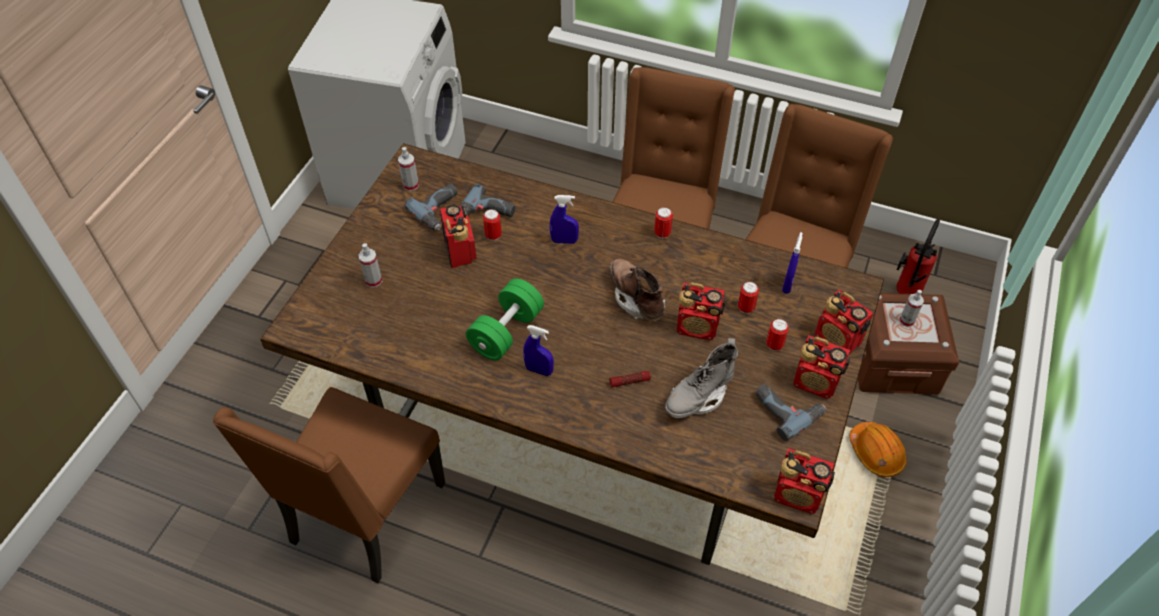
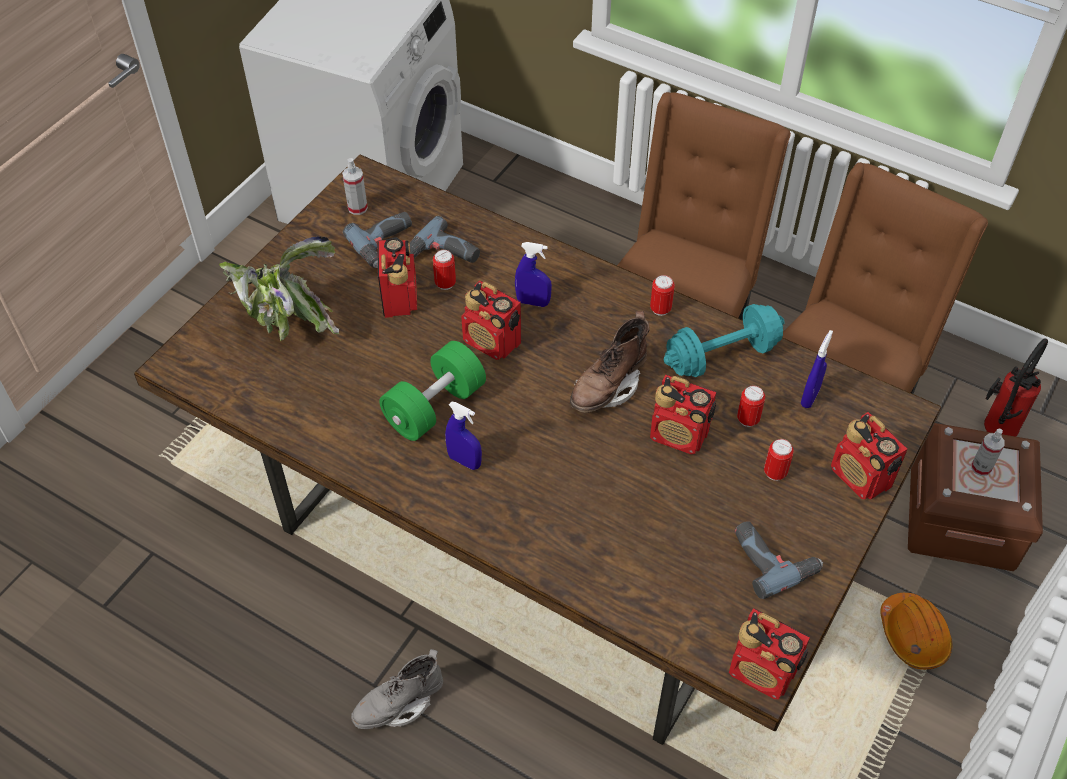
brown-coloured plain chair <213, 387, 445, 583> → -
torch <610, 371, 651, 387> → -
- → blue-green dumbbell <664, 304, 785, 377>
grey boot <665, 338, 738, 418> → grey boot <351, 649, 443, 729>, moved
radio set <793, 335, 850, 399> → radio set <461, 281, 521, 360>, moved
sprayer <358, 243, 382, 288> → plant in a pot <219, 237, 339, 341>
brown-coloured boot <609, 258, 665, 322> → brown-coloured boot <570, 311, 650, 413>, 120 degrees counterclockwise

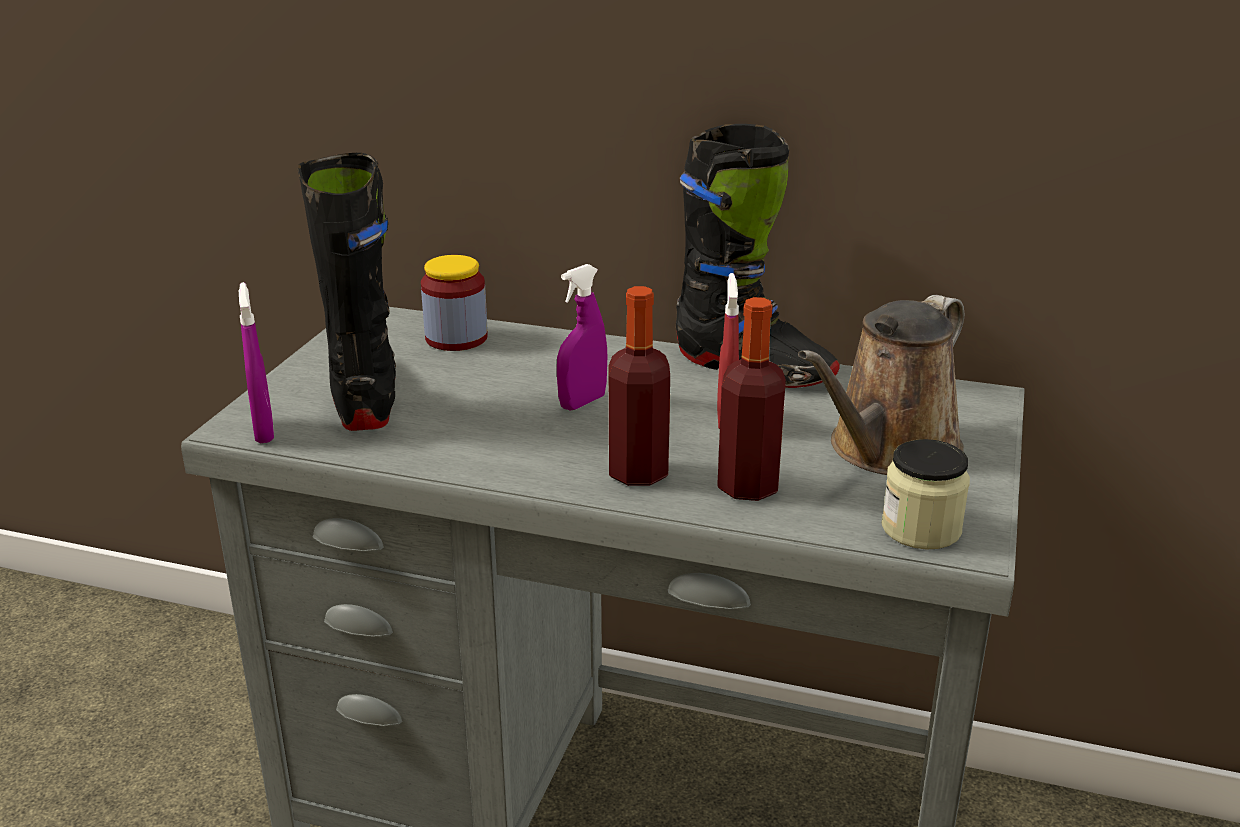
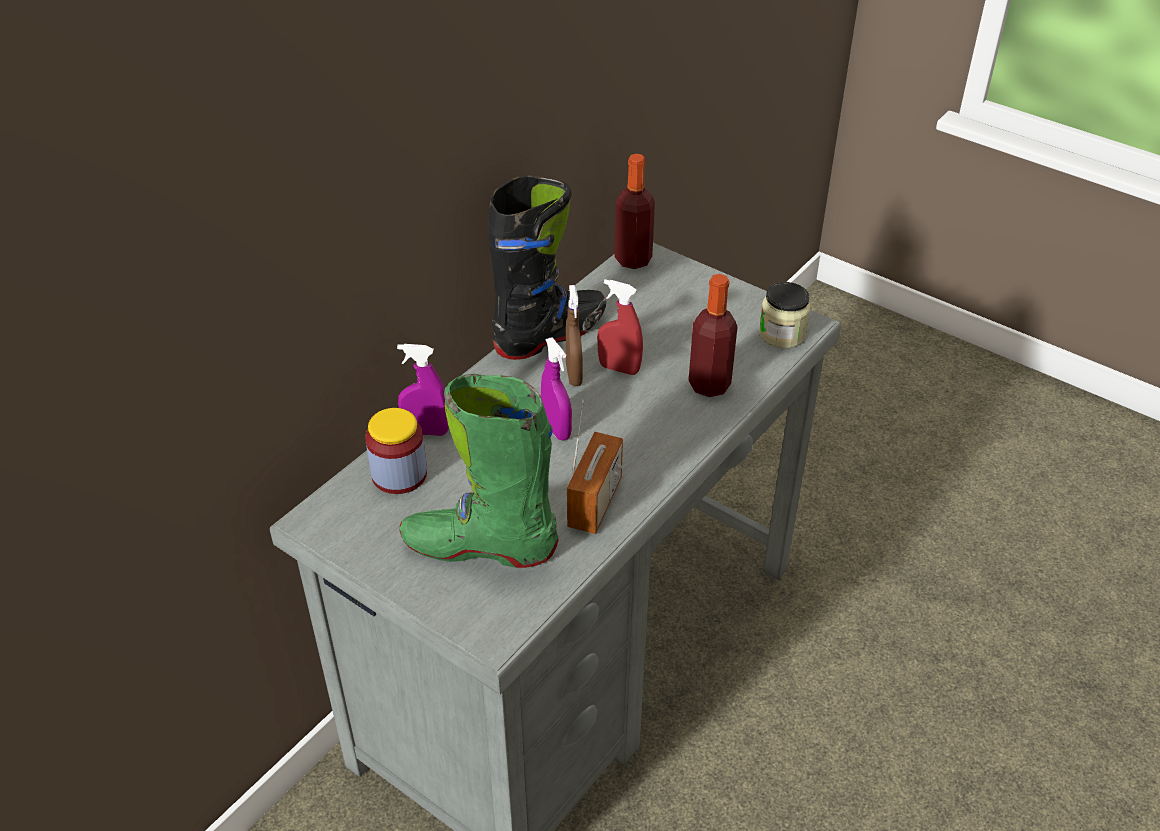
brown-coloured watering can <798, 295, 964, 475> → -
- → brown-coloured sprayer <566, 285, 583, 386>
- → radio set <567, 400, 623, 534>
purplish sprayer <239, 282, 274, 443> → purplish sprayer <397, 344, 449, 436>, moved
drink bottle <609, 286, 670, 486> → drink bottle <614, 154, 655, 269>, moved
black boot <298, 153, 396, 431> → green boot <399, 374, 559, 568>

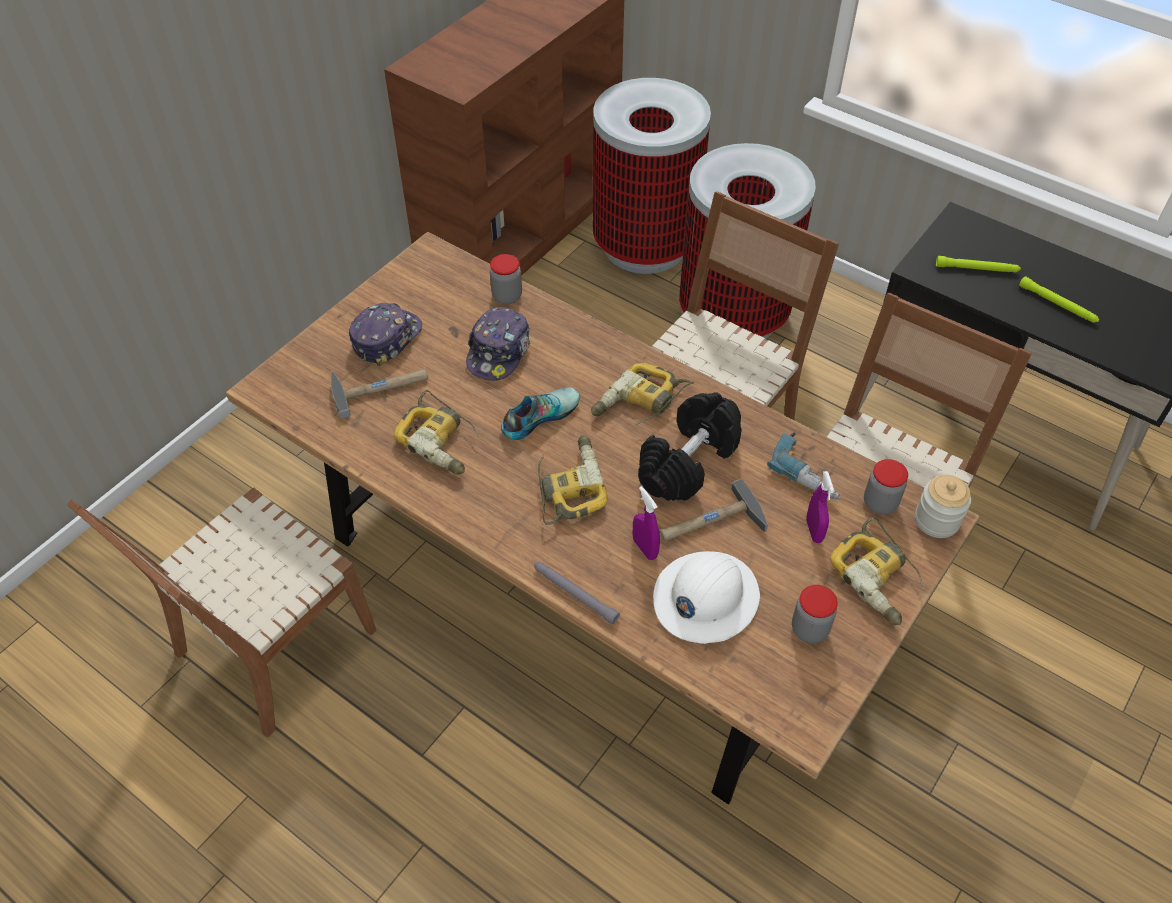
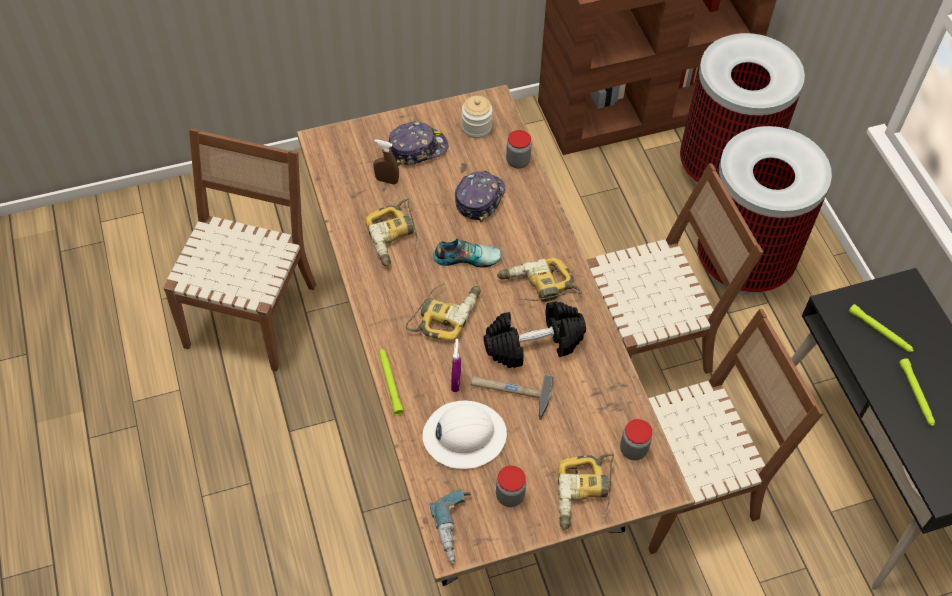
purplish sprayer <806, 471, 834, 543> → -
power drill <767, 432, 841, 500> → power drill <430, 489, 471, 564>, moved
preserve jar <915, 475, 971, 538> → preserve jar <462, 96, 492, 138>, moved
tool hammer <331, 369, 428, 419> → brown-coloured sprayer <373, 139, 399, 184>
grey torch <534, 562, 620, 624> → green torch <379, 349, 404, 415>
plain chair <67, 488, 377, 738> → plain chair <164, 128, 316, 371>, 120 degrees clockwise
baseball cap <466, 307, 530, 381> → baseball cap <455, 171, 505, 222>, 150 degrees clockwise

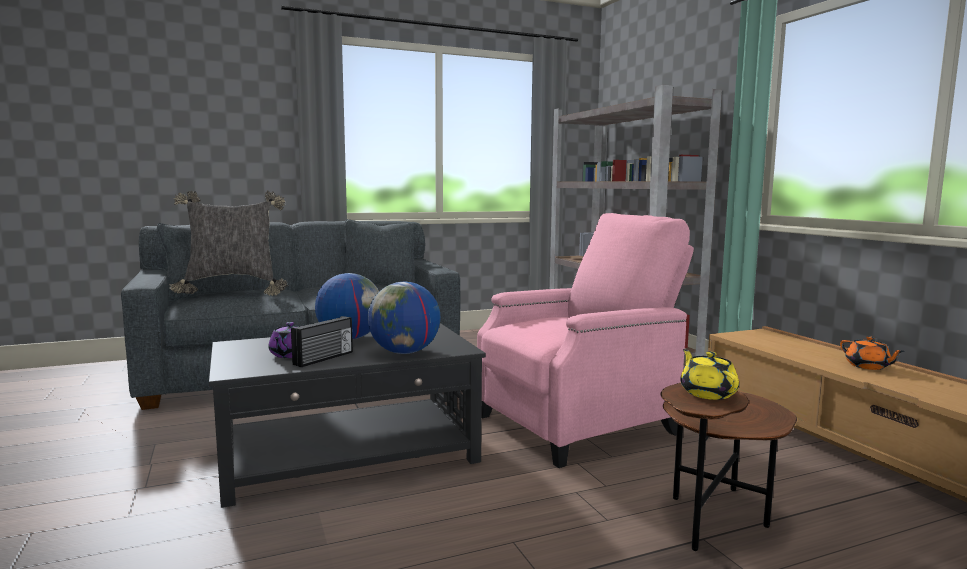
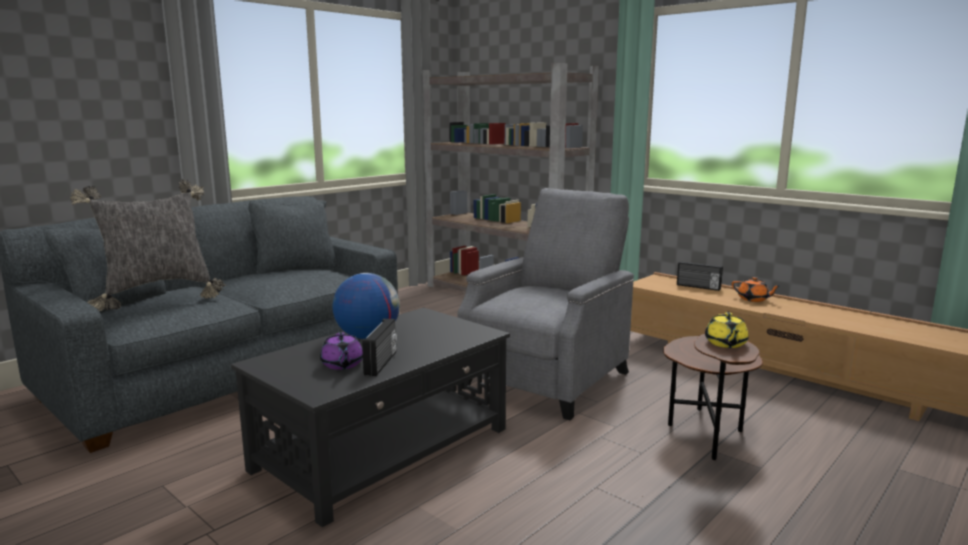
globe <368, 282, 440, 354> → -
- → radio set <677, 261, 723, 291>
pink-coloured easy chair <477, 213, 694, 468> → grey easy chair <457, 188, 634, 420>
yellowish pot for tea <680, 349, 739, 400> → yellowish pot for tea <705, 312, 749, 348>, 135 degrees counterclockwise

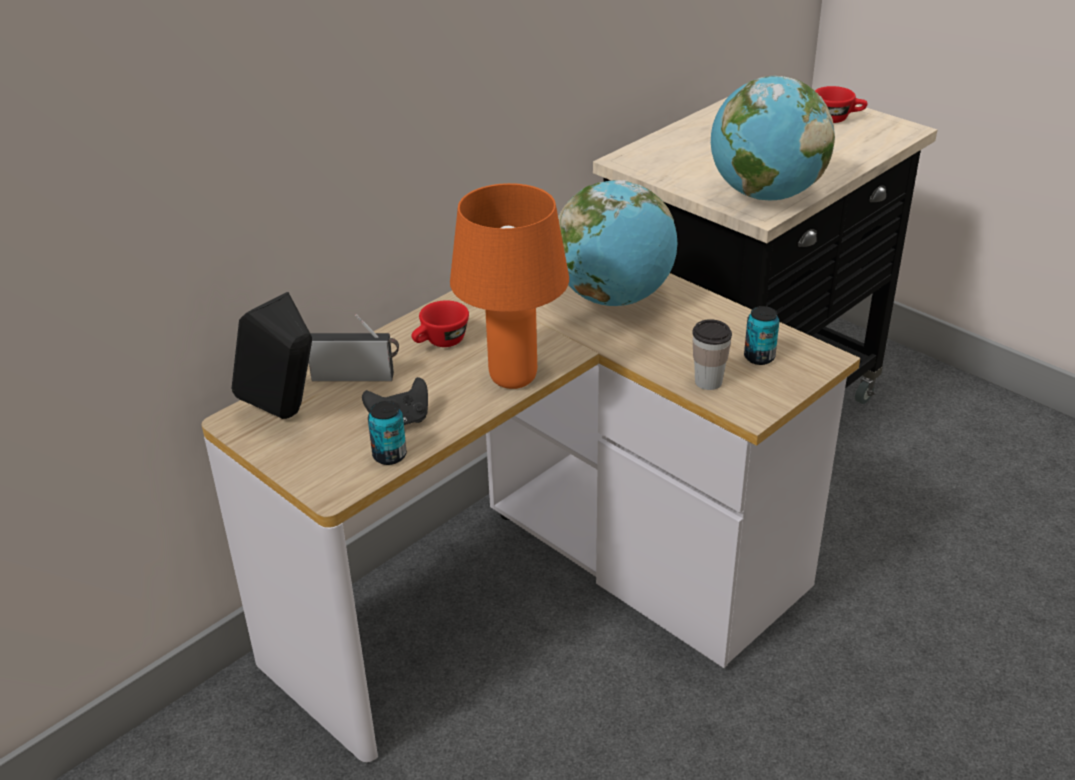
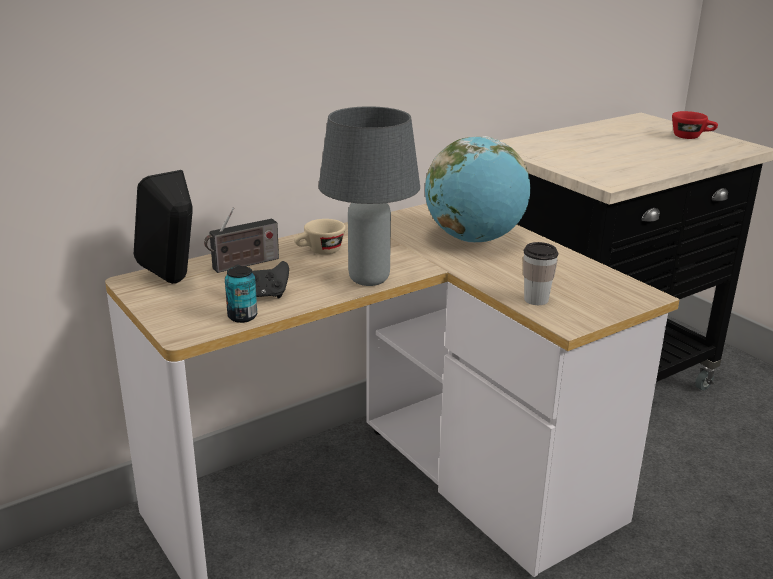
globe <711, 76, 835, 200> → -
metal can <744, 306, 779, 365> → -
red drinking cup <411, 300, 469, 347> → sand-coloured drinking cup <294, 219, 346, 255>
orange-coloured tabletop lamp <450, 183, 569, 389> → grey tabletop lamp <318, 106, 420, 286>
radio set <309, 314, 399, 381> → radio set <204, 207, 279, 273>, 135 degrees clockwise

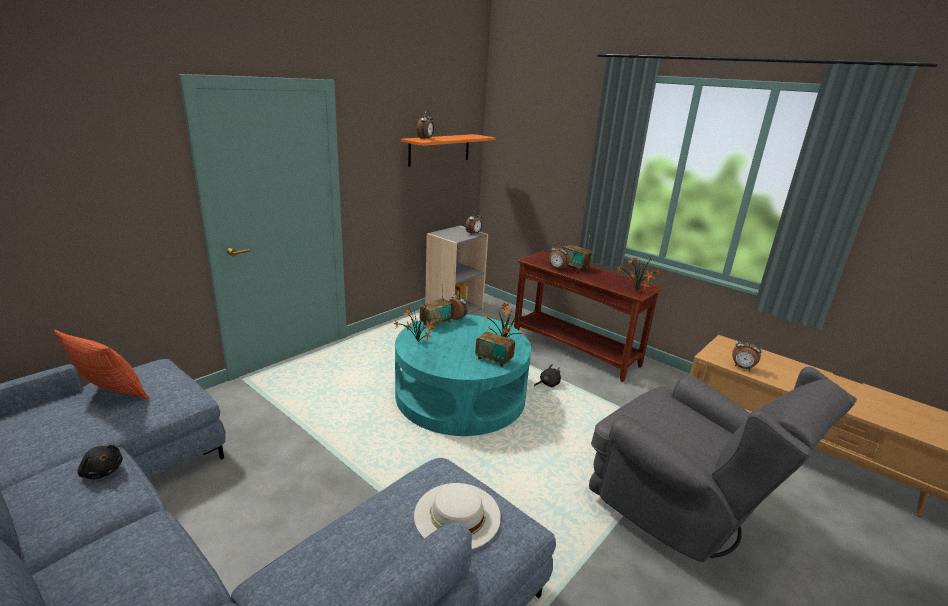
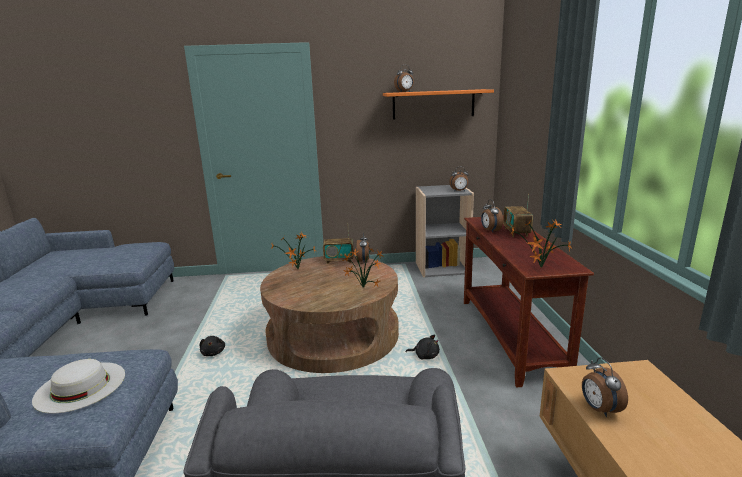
orange-coloured throw pillow <54, 330, 150, 400> → -
radio set <475, 322, 515, 367> → -
black cuddly toy <77, 445, 123, 479> → black cuddly toy <199, 336, 225, 356>, moved
blue-green coffee table <395, 314, 531, 436> → brown-coloured coffee table <260, 256, 399, 373>

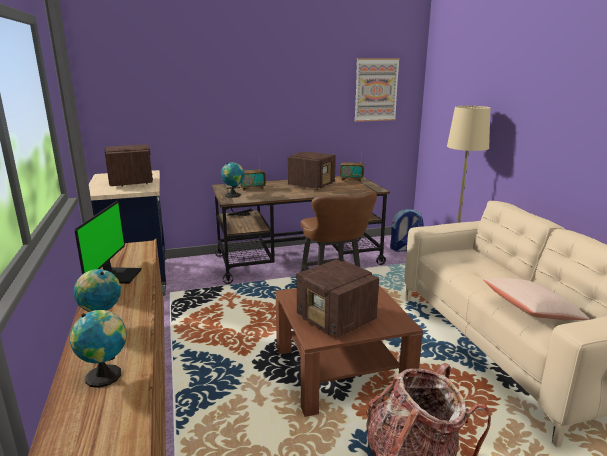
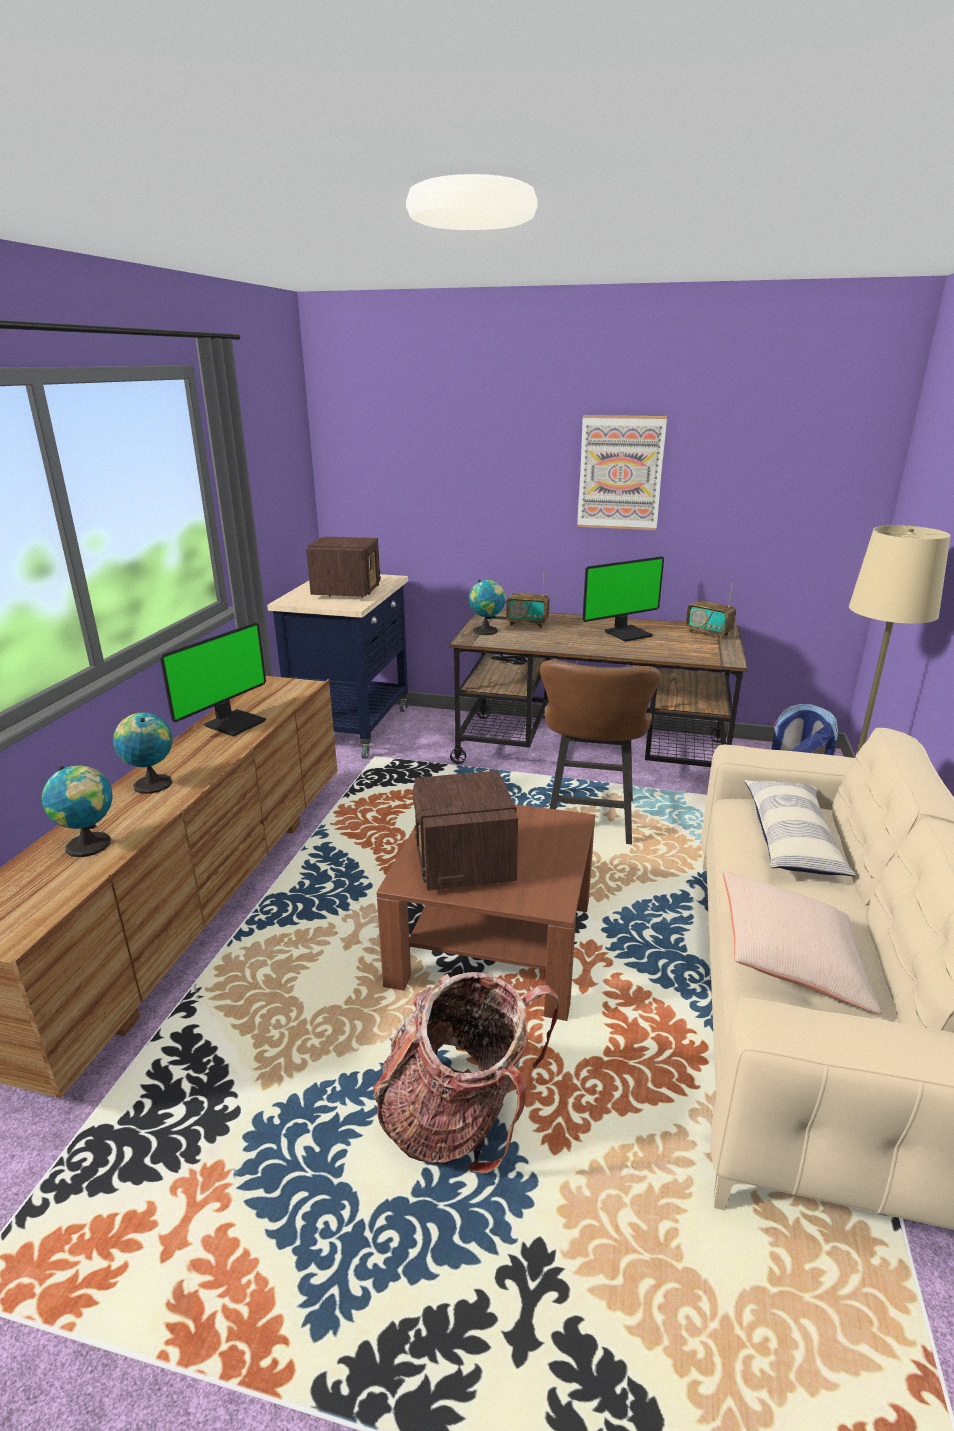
- → throw pillow <745, 780, 856, 876>
wall picture <354, 58, 400, 122> → wall picture <577, 415, 667, 530>, moved
radio set <288, 152, 336, 190> → computer display <582, 556, 664, 642>

